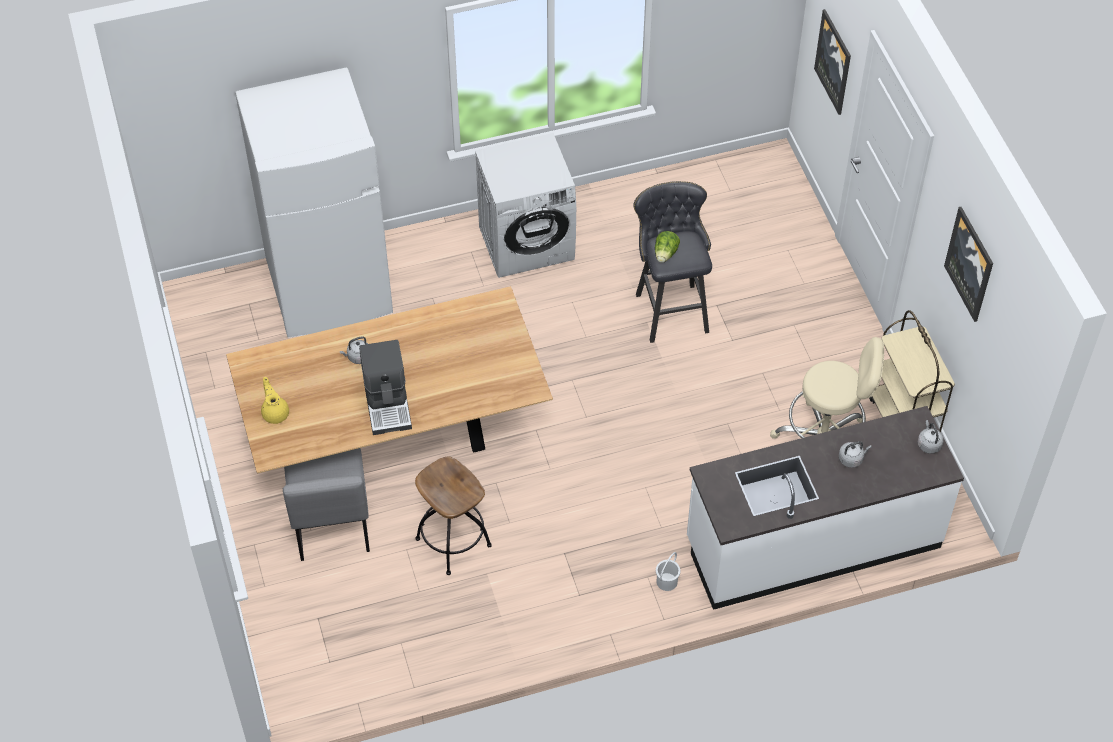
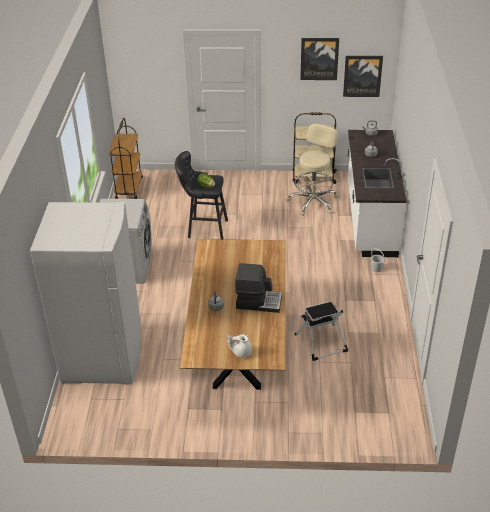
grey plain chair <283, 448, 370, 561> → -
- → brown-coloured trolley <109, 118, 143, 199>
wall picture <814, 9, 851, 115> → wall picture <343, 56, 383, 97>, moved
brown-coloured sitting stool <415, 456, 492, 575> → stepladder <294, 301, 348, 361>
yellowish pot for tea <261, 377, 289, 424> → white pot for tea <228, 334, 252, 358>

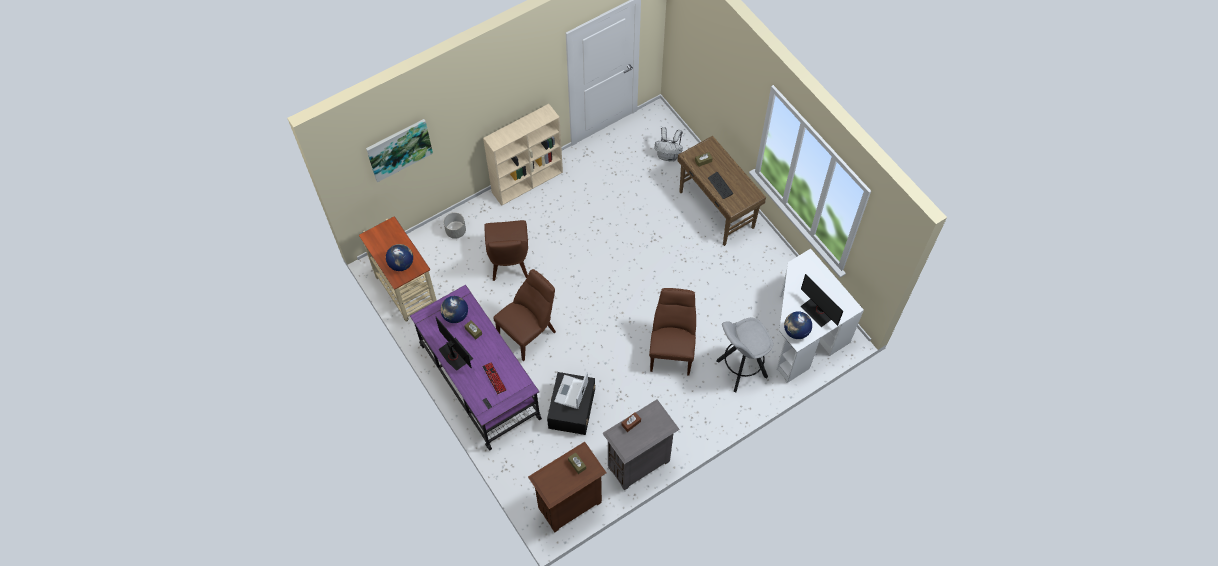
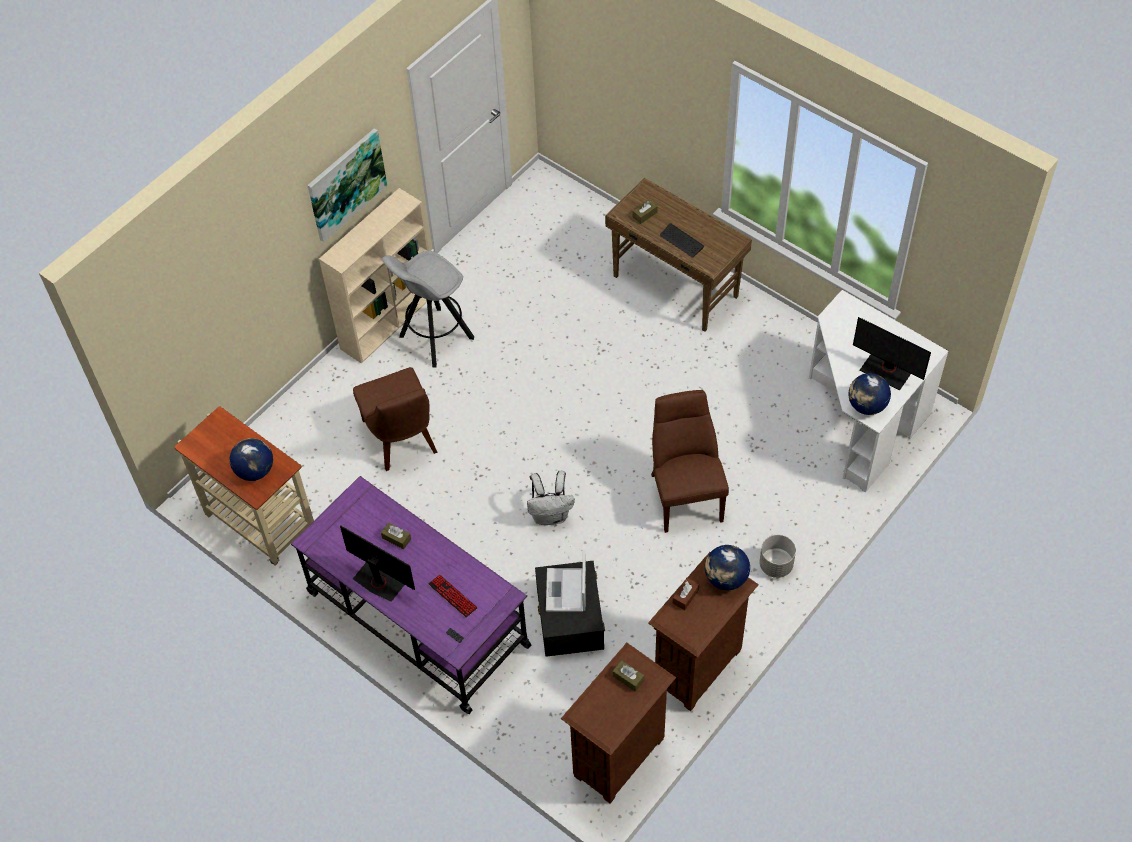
brown-coloured plain chair <493, 269, 556, 361> → -
wall picture <366, 119, 433, 182> → wall picture <307, 128, 387, 242>, moved
globe <440, 296, 468, 323> → globe <705, 545, 750, 590>, moved
grey planter <443, 212, 466, 239> → grey planter <759, 535, 796, 578>, moved
white backpack <654, 127, 683, 162> → white backpack <527, 471, 575, 525>, moved
grey sitting stool <716, 318, 774, 392> → grey sitting stool <382, 251, 474, 368>, moved
grey cupboard <602, 399, 680, 491> → brown-coloured cupboard <648, 552, 759, 711>

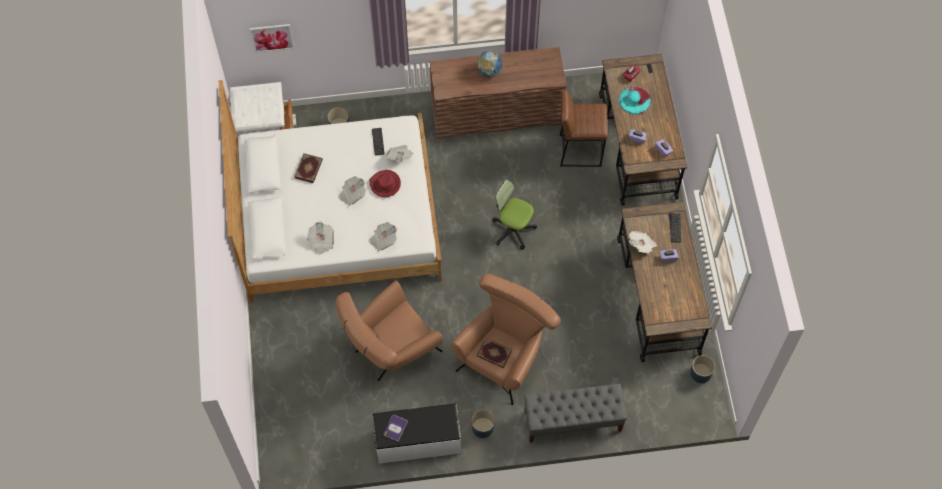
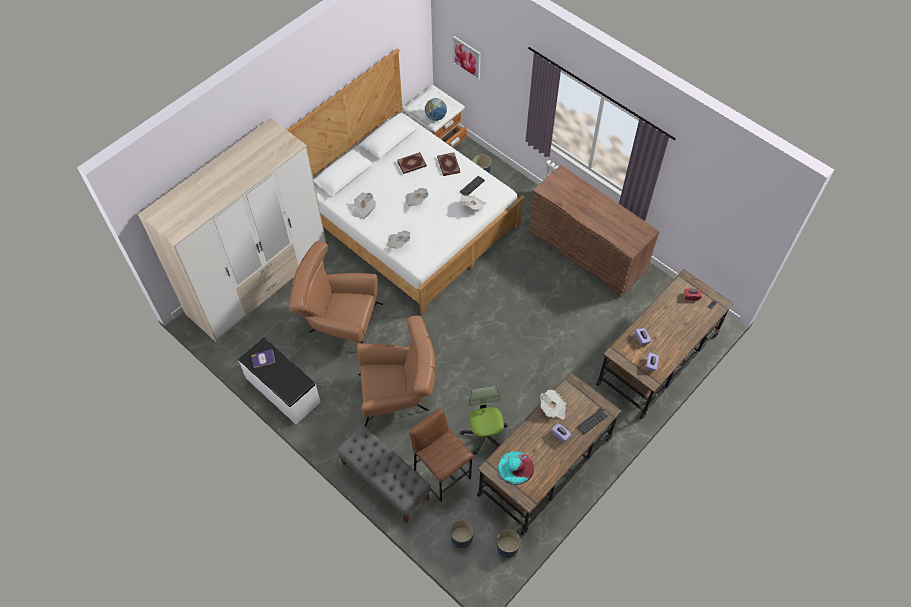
red clothing hat <369, 170, 401, 197> → -
- → armoire <138, 118, 328, 343>
blue planter <472, 410, 495, 438> → blue planter <450, 520, 474, 548>, moved
globe <477, 51, 503, 77> → globe <425, 98, 447, 121>, moved
volume <477, 338, 512, 368> → volume <437, 152, 460, 176>, moved
office chair <492, 180, 537, 249> → office chair <460, 386, 508, 455>, moved
brown-coloured sitting stool <560, 89, 608, 167> → brown-coloured sitting stool <409, 408, 473, 502>, moved
blue-green clothing hat <619, 87, 651, 115> → blue-green clothing hat <498, 451, 534, 485>, moved

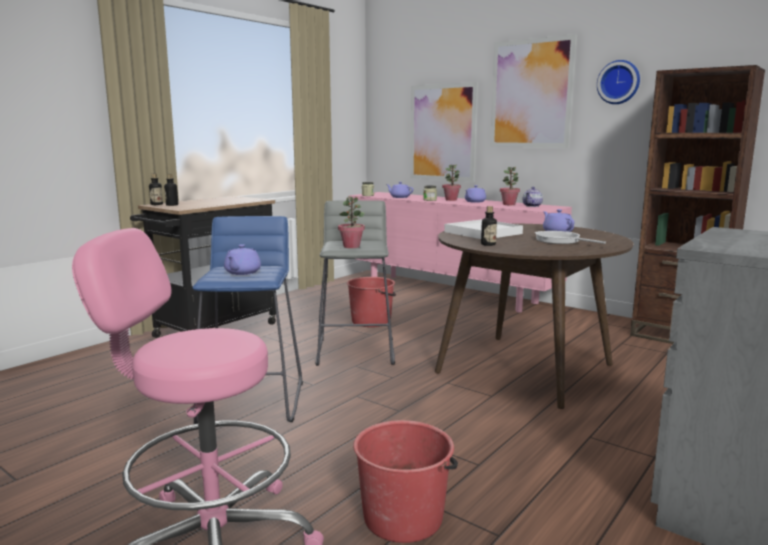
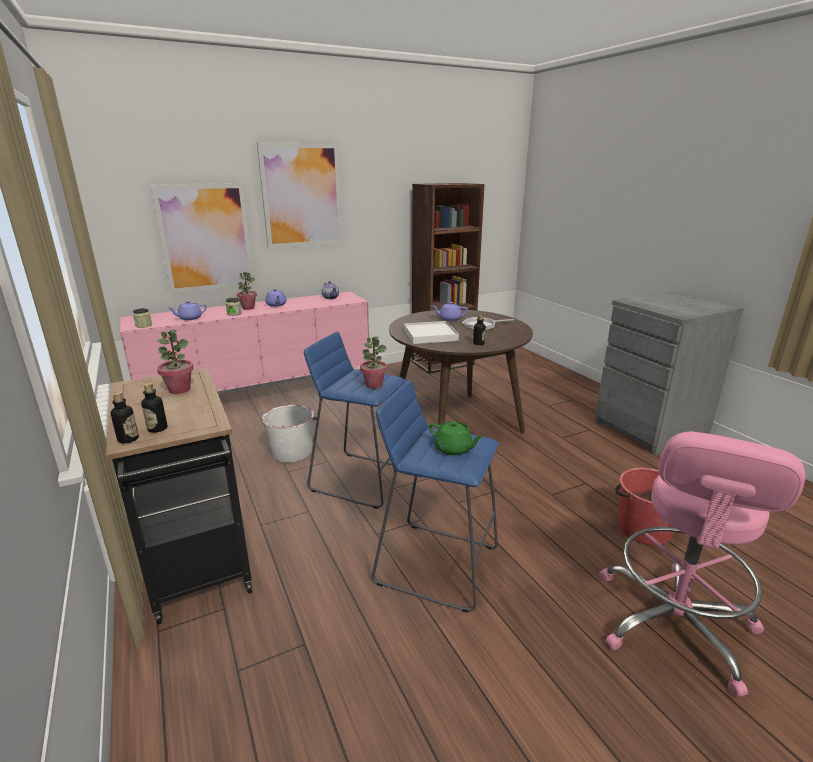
hanging clock <597, 60, 640, 104> → -
plant in a pot <500, 167, 520, 205> → plant in a pot <157, 329, 194, 394>, moved
purplish pot for tea <224, 244, 261, 275> → green pot for tea <429, 421, 483, 455>
grey sitting stool <315, 200, 395, 366> → blue sitting stool <304, 332, 406, 509>
red bucket <347, 277, 396, 327> → white bucket <262, 405, 317, 463>

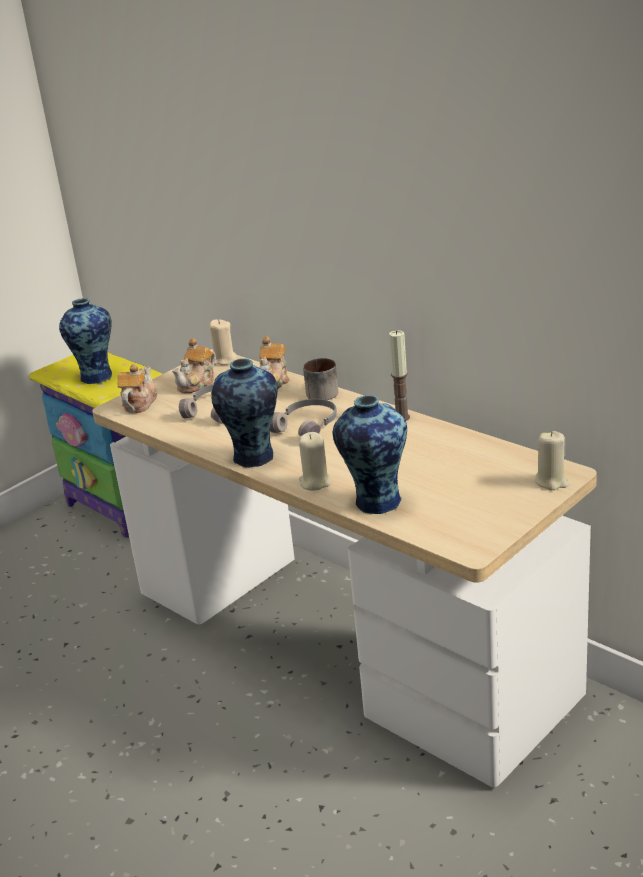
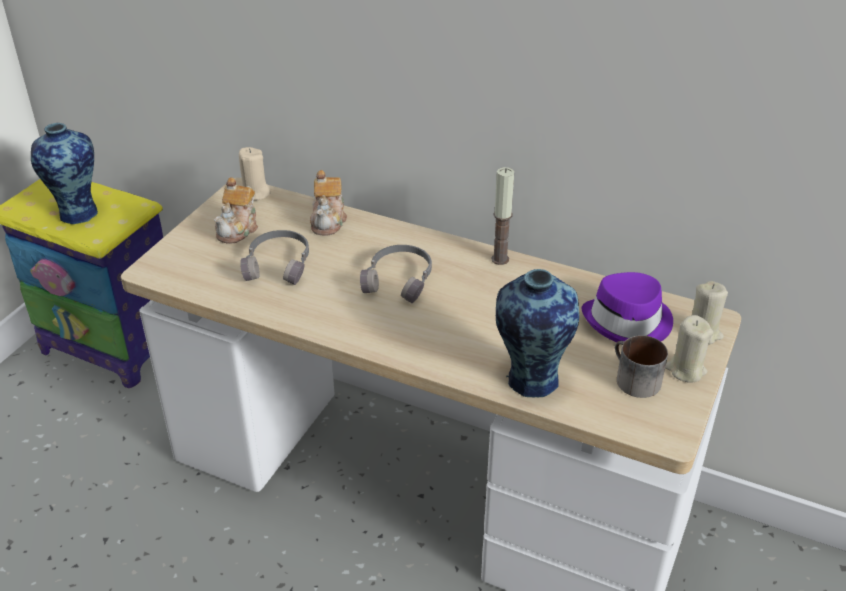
pot for tea <117, 364, 157, 413> → -
flower vase <211, 358, 278, 468> → -
- → purplish clothing hat <581, 272, 673, 342>
sand-coloured candle <299, 432, 331, 490> → sand-coloured candle <665, 315, 713, 382>, moved
coffee mug <303, 358, 338, 400> → coffee mug <615, 335, 668, 398>, moved

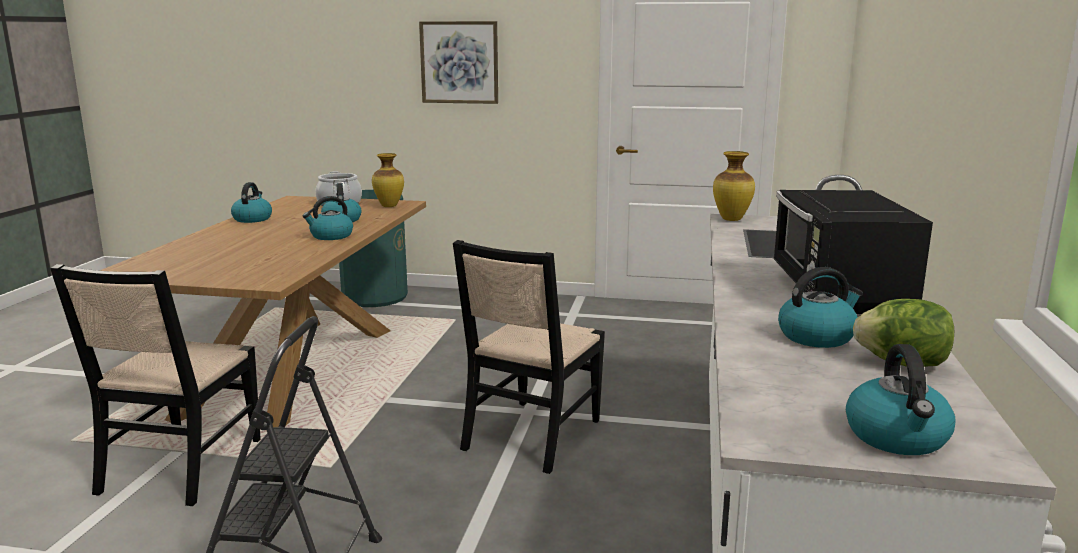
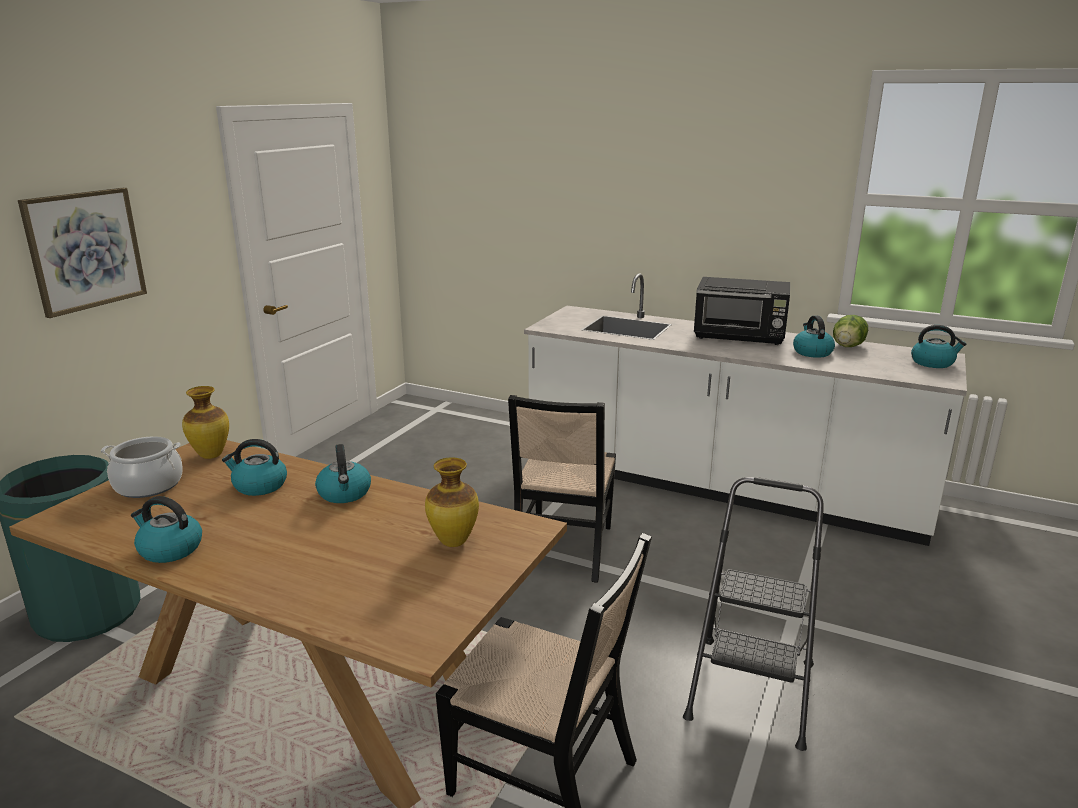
flower vase <713, 151, 755, 221> → flower vase <425, 457, 479, 547>, moved
plain chair <453, 240, 605, 474> → plain chair <508, 395, 616, 583>, 60 degrees clockwise

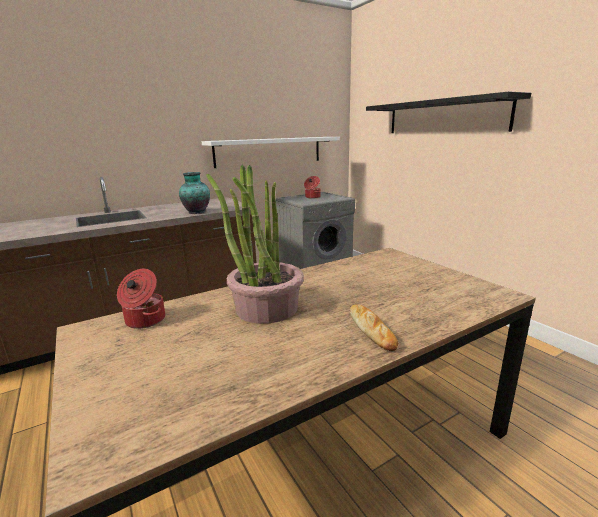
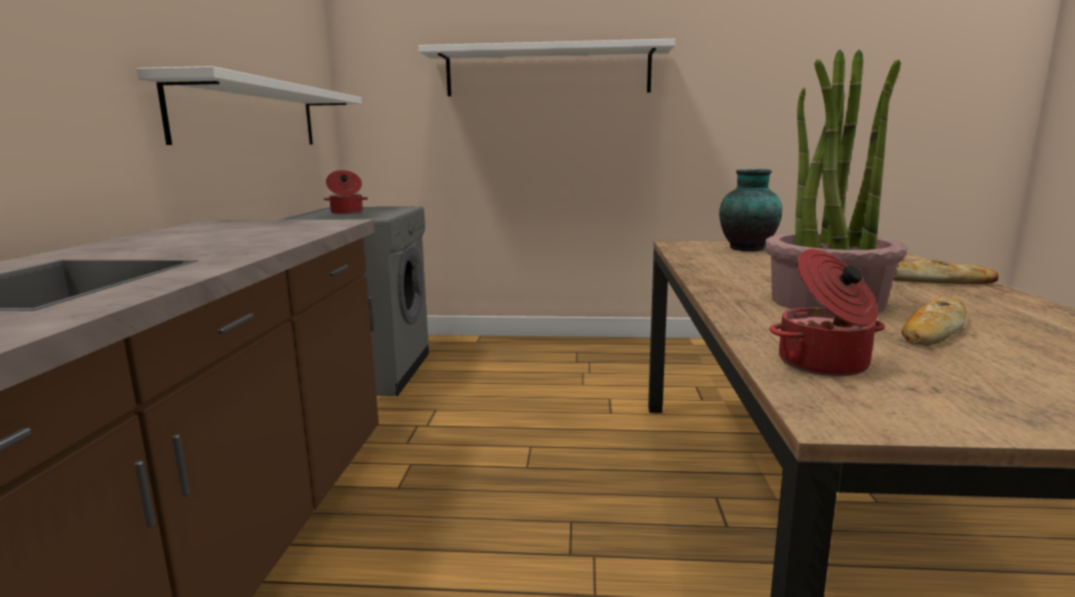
- → baked bread <901, 297, 966, 346>
flower vase <179, 172, 210, 214> → flower vase <719, 169, 782, 251>, moved
black bracket shelf <366, 91, 531, 133> → white bracket shelf <418, 39, 675, 96>

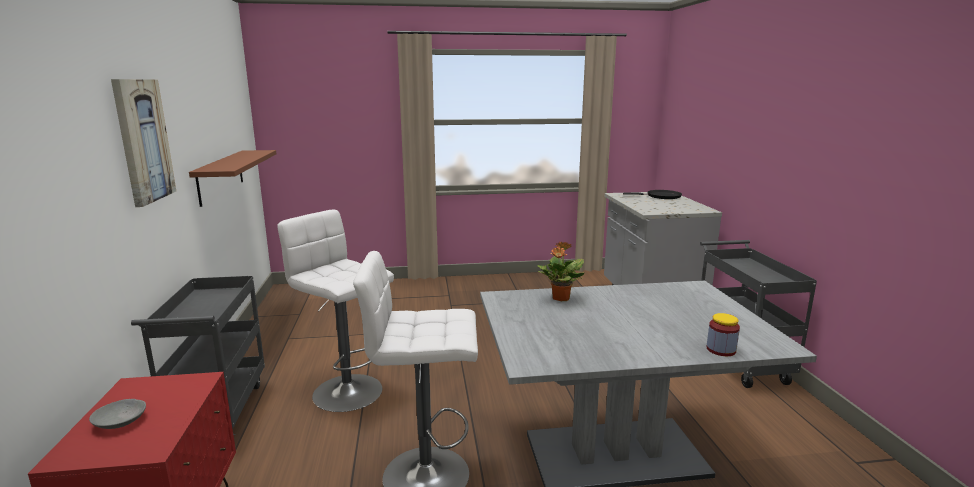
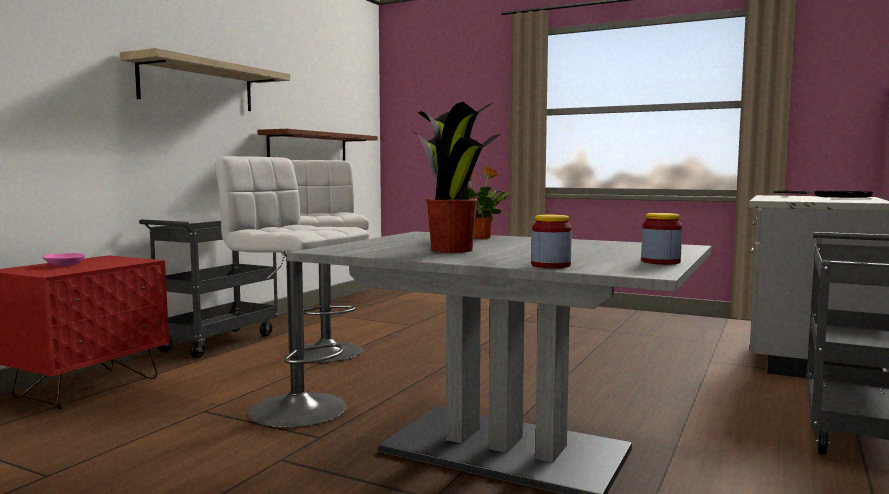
- → plant in a pot <414, 102, 501, 253>
- → preserve jar <641, 213, 682, 265>
wall picture <111, 79, 176, 207> → bracket shelf <120, 48, 290, 111>
grey bowl <89, 399, 146, 429> → pink-coloured bowl <42, 253, 86, 266>

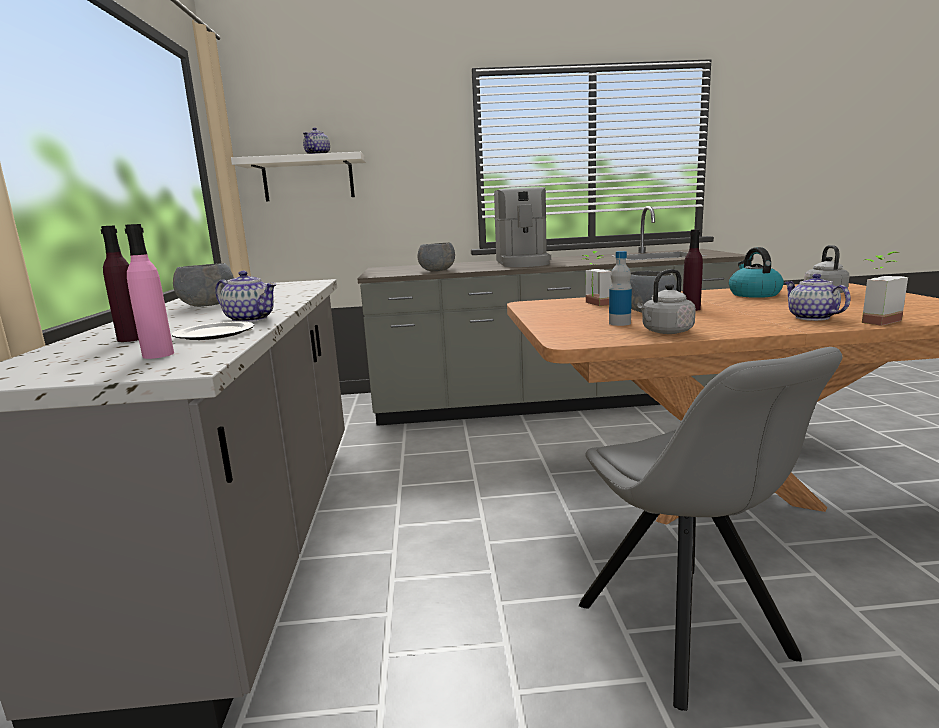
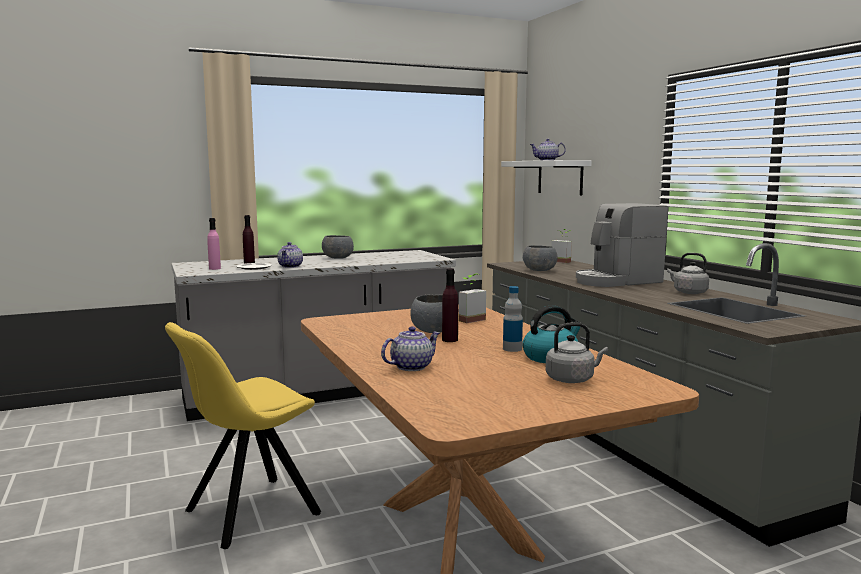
drink bottle <609, 251, 632, 326> → drink bottle <503, 286, 523, 352>, moved
grey tea kettle <637, 269, 696, 334> → grey tea kettle <667, 253, 709, 294>, moved
plant in a pot <862, 252, 908, 326> → plant in a pot <551, 229, 572, 263>, moved
grey plain chair <579, 347, 842, 711> → yellowish plain chair <165, 322, 321, 549>

